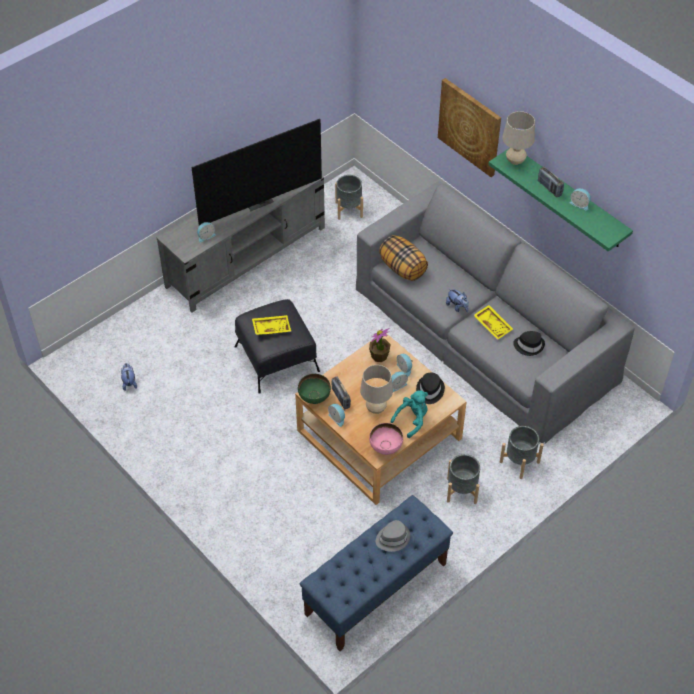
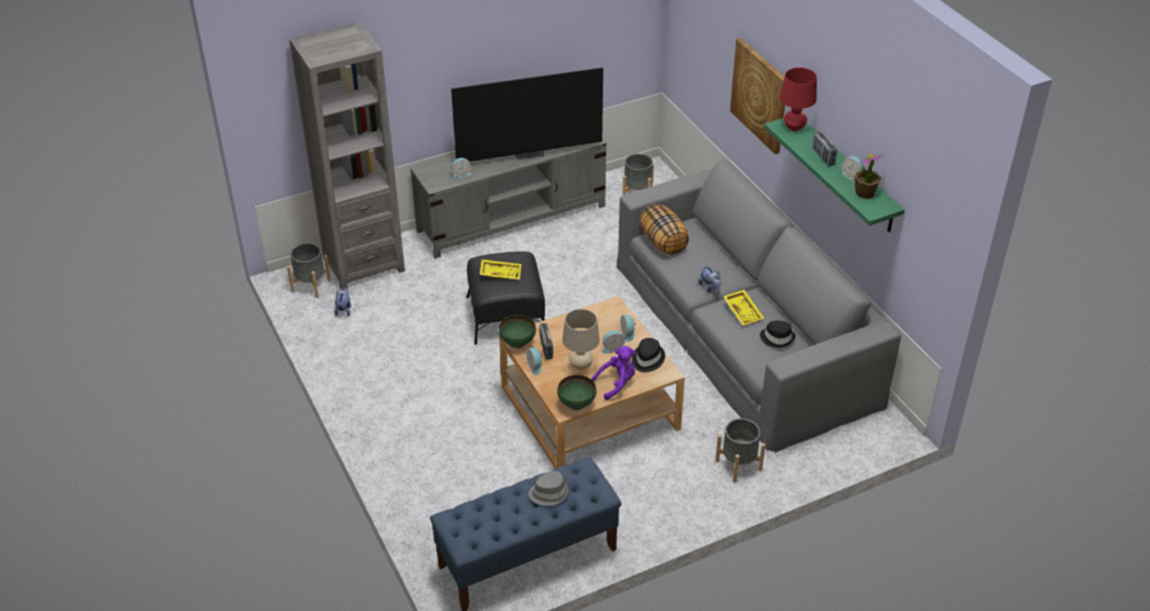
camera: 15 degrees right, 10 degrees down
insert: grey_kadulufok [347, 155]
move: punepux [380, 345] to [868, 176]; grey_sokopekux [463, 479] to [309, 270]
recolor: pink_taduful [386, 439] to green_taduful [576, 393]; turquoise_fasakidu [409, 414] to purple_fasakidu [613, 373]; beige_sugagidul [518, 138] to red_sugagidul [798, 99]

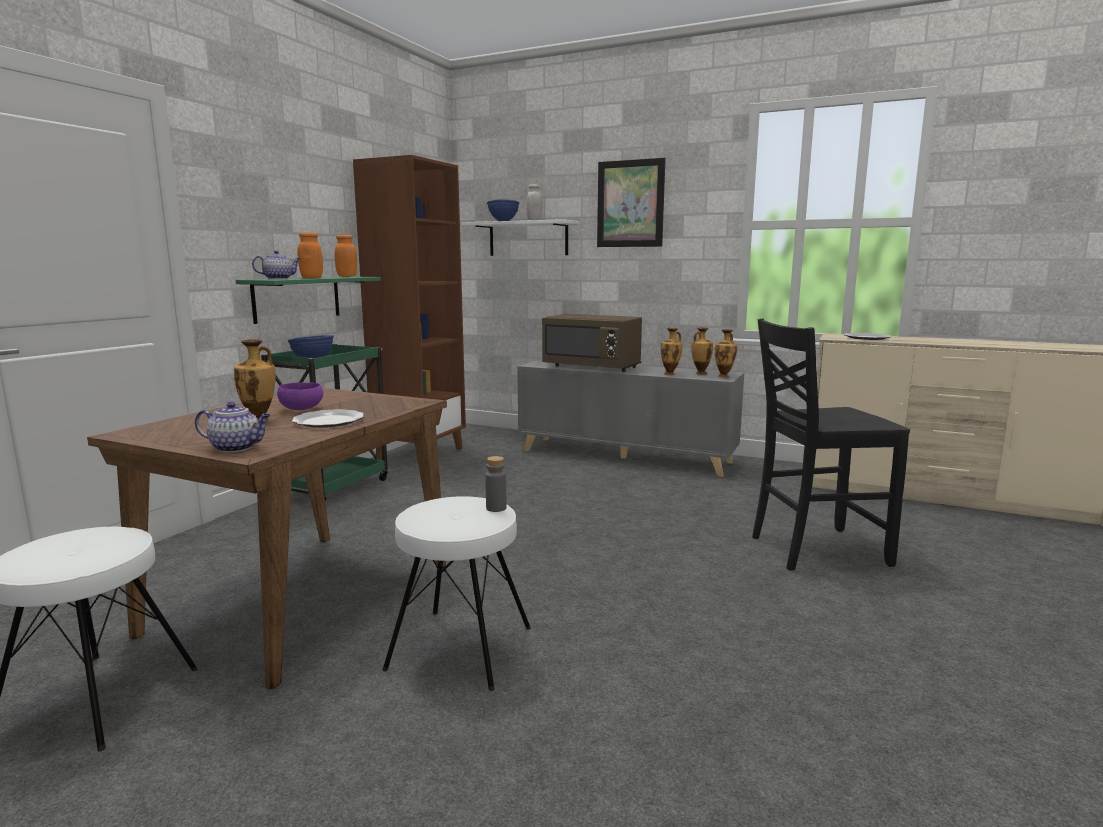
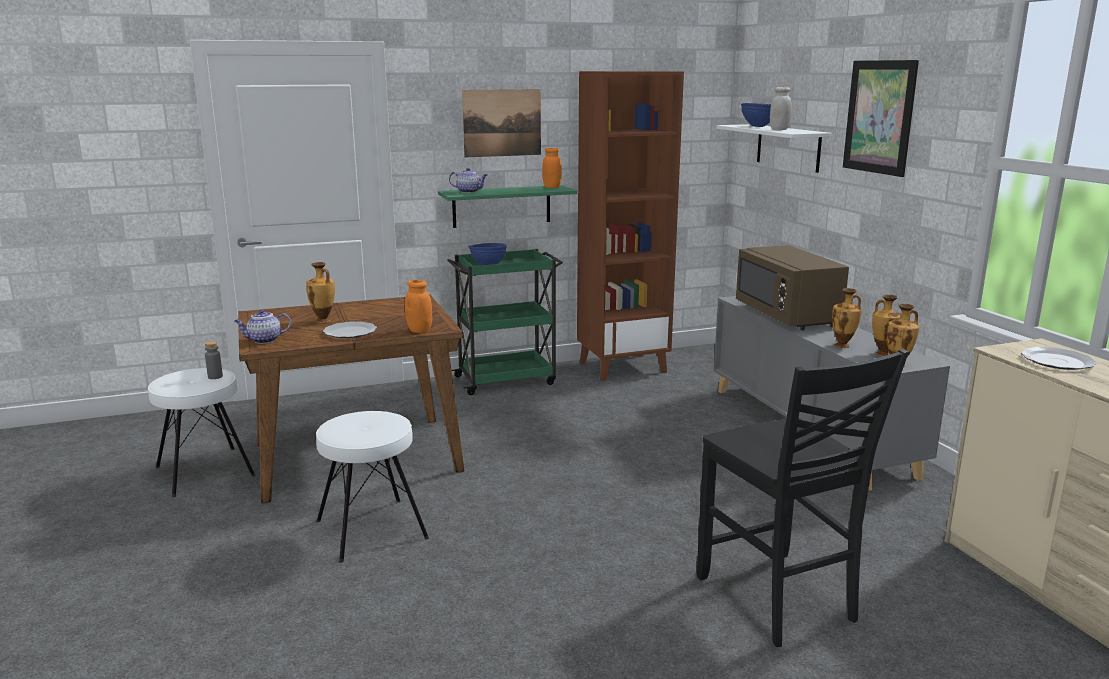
camera: 45 degrees right, 5 degrees up
delete: purple_taduful [300, 396]
insert: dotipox [501, 123]
move: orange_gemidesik [310, 255] to [418, 306]; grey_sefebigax [495, 484] to [214, 360]
rotate: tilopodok [233, 427] = [262, 327] 105 degrees clockwise; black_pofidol [831, 445] = [802, 498] 150 degrees counterclockwise

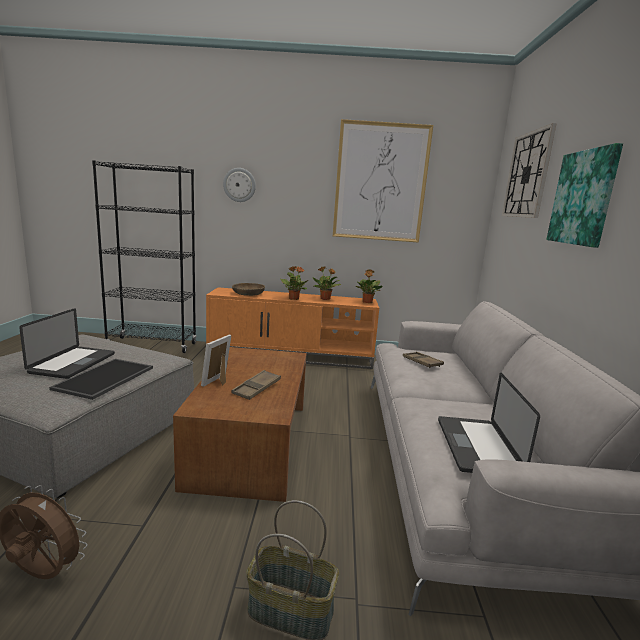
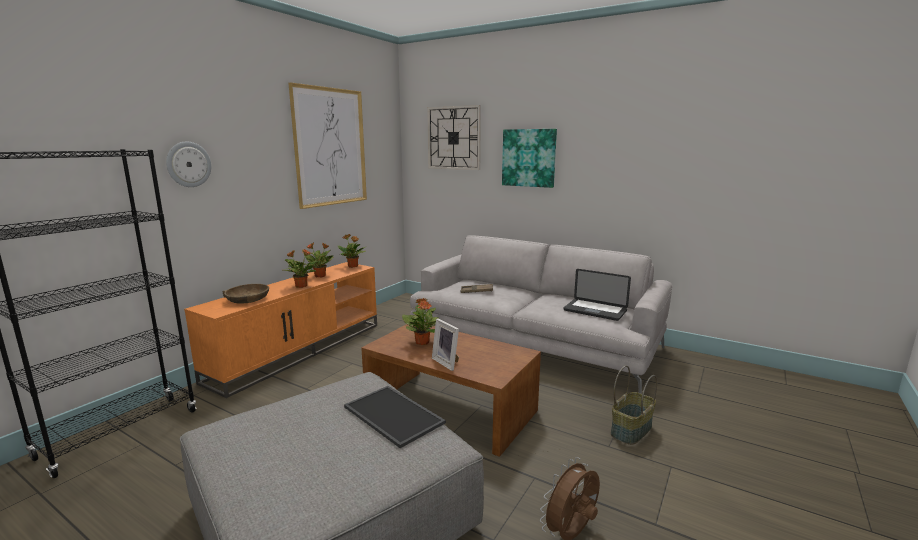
camera: 60 degrees left, 0 degrees up
delete: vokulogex [67, 343]; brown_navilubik [256, 385]
insert: punepux [420, 321]

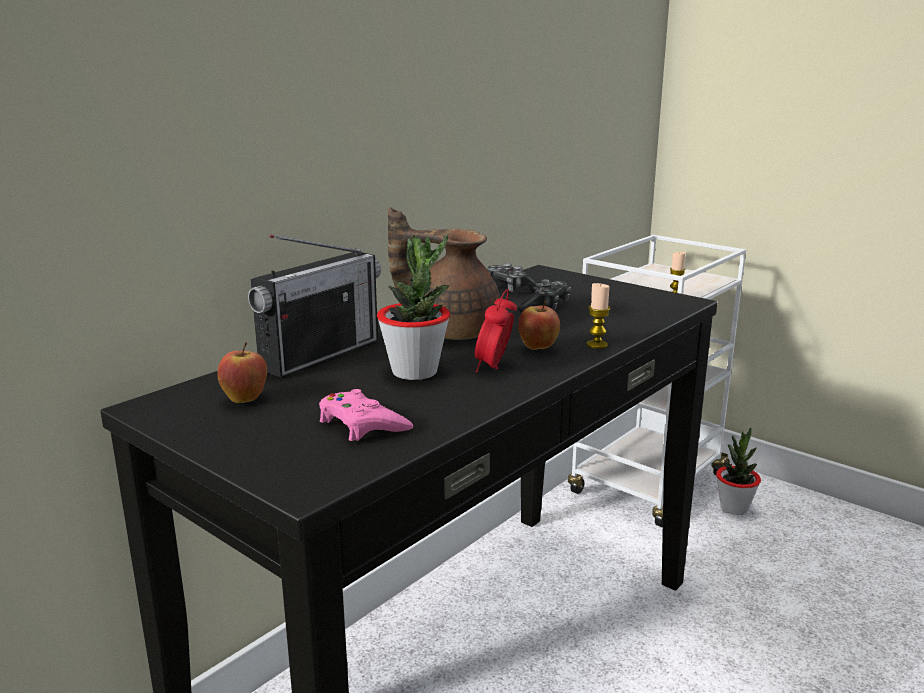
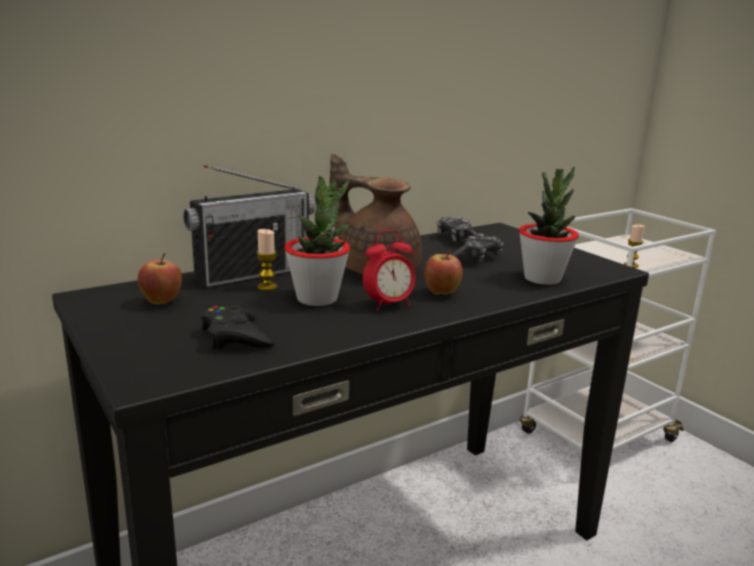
camera: 15 degrees right, 0 degrees up
move: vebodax [598, 316] to [266, 260]; punepux [738, 471] to [549, 226]
recolor: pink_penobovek [366, 415] to black_penobovek [237, 327]
rotate: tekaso [496, 330] = [389, 270] 150 degrees counterclockwise

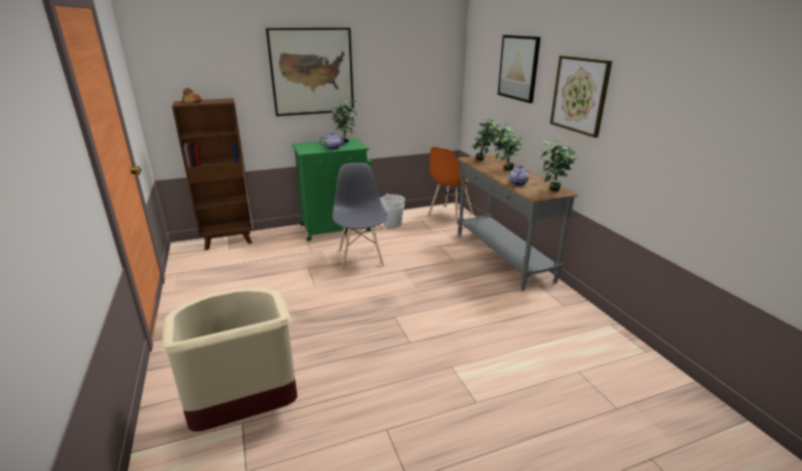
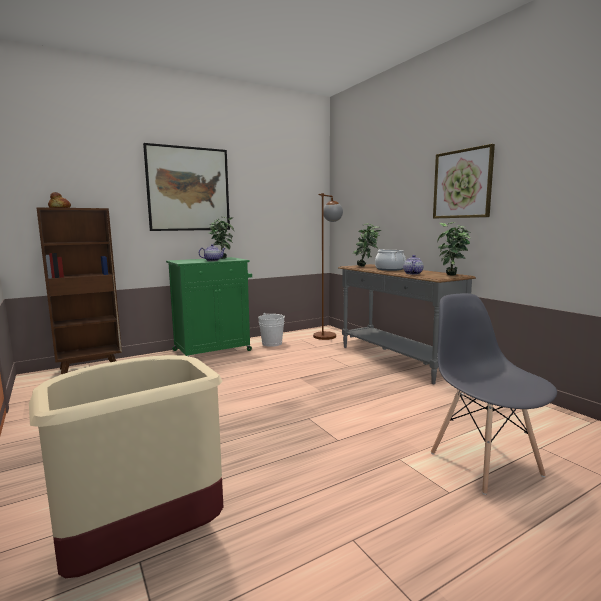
camera: 10 degrees left, 15 degrees down
delete: dotipox [519, 69]
move: grey_pofidol [359, 216] to [494, 394]
replace: orange_pofidol [450, 186] to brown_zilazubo [328, 266]; punepux [507, 146] to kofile [390, 260]

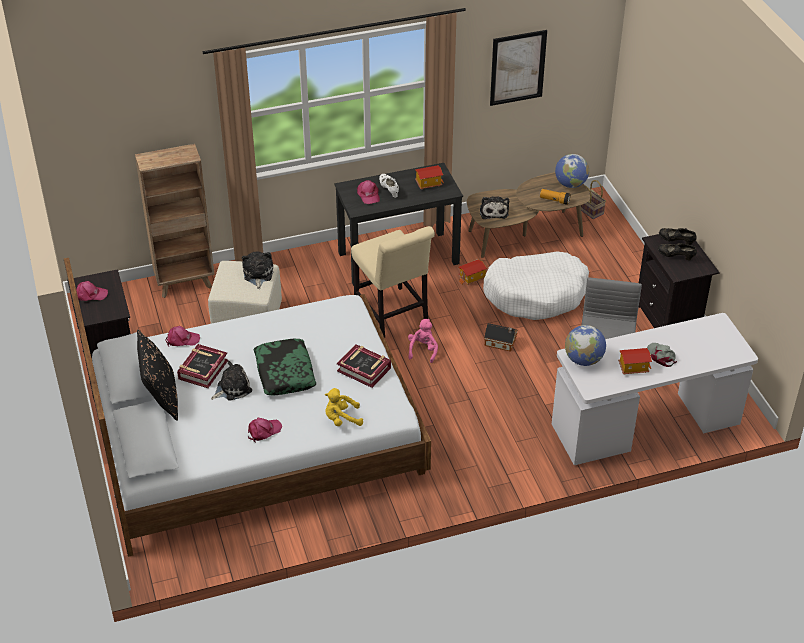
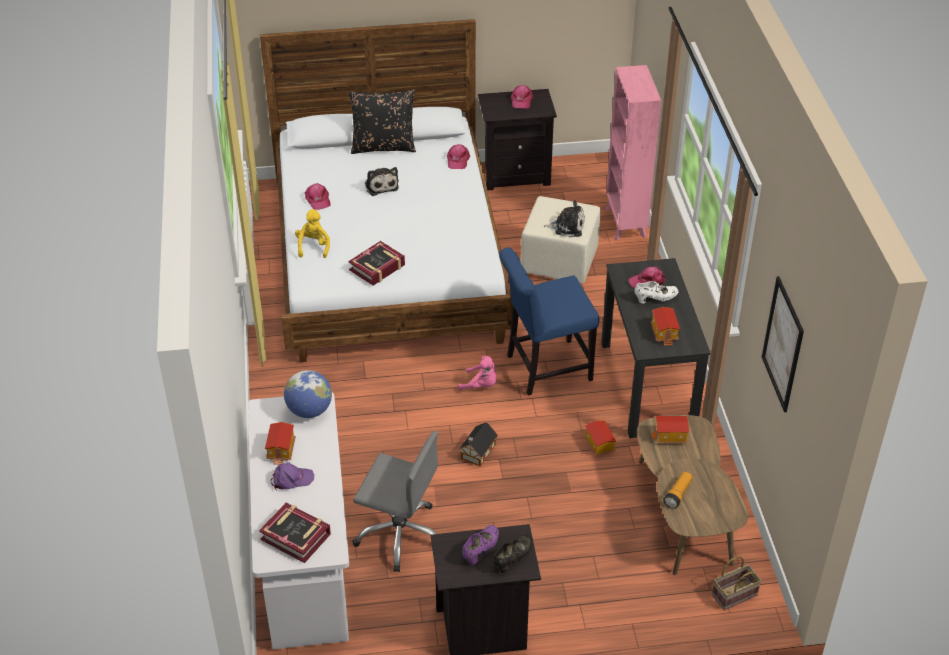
camera: 100 degrees right, 0 degrees up
delete: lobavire [284, 367]; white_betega [536, 286]; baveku [572, 171]
move: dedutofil [202, 366] to [295, 533]
replace: fasakidu [494, 207] to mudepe [670, 430]
recolor: brown_kadulufok [175, 221] to pink_kadulufok [633, 152]; beige_pofidol [393, 282] to blue_pofidol [549, 321]; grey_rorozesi [662, 355] to purple_rorozesi [292, 476]; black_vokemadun [677, 251] to purple_vokemadun [480, 545]

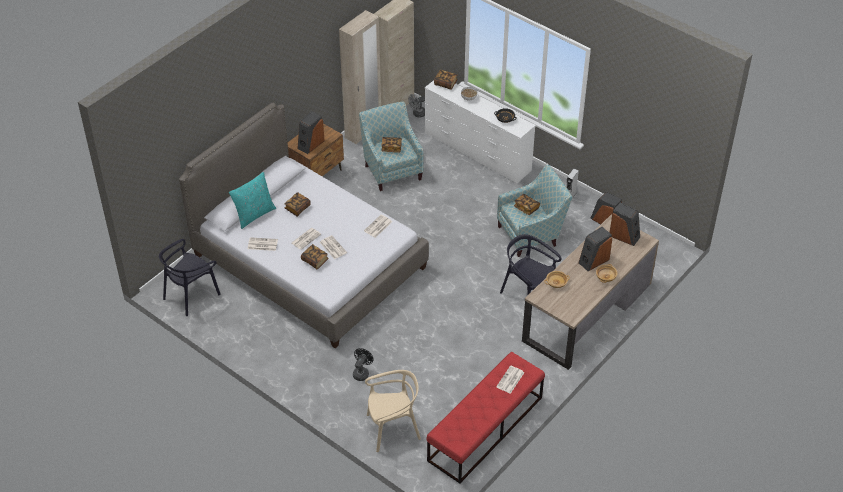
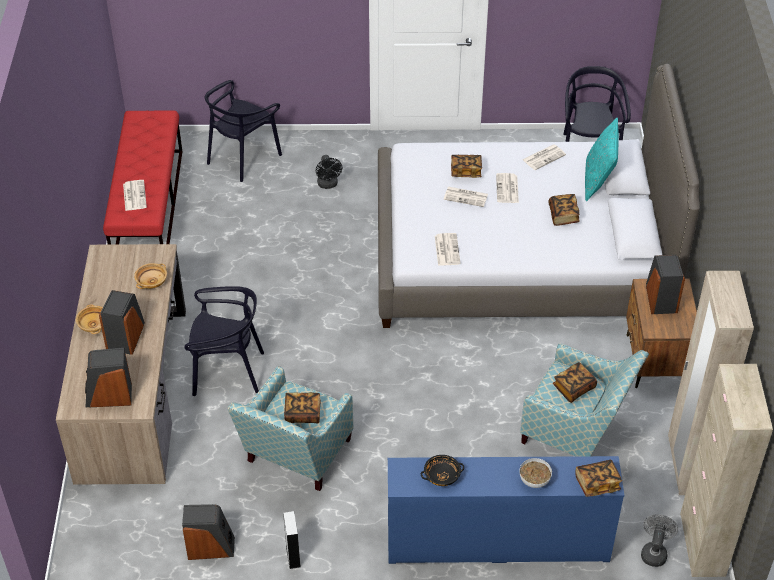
camera: 140 degrees right, 0 degrees up
recolor: beige_pofidol [393, 411] to black_pofidol [243, 131]; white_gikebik [480, 131] to blue_gikebik [506, 510]

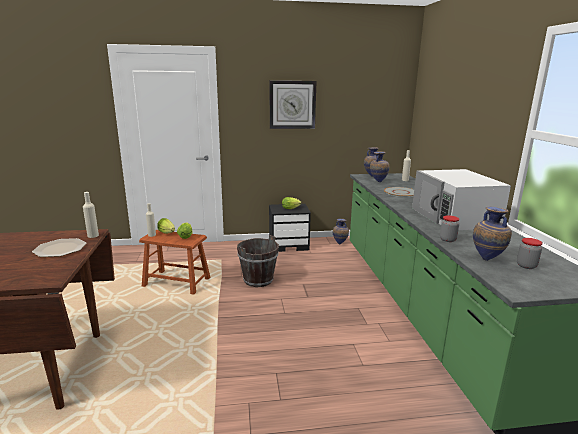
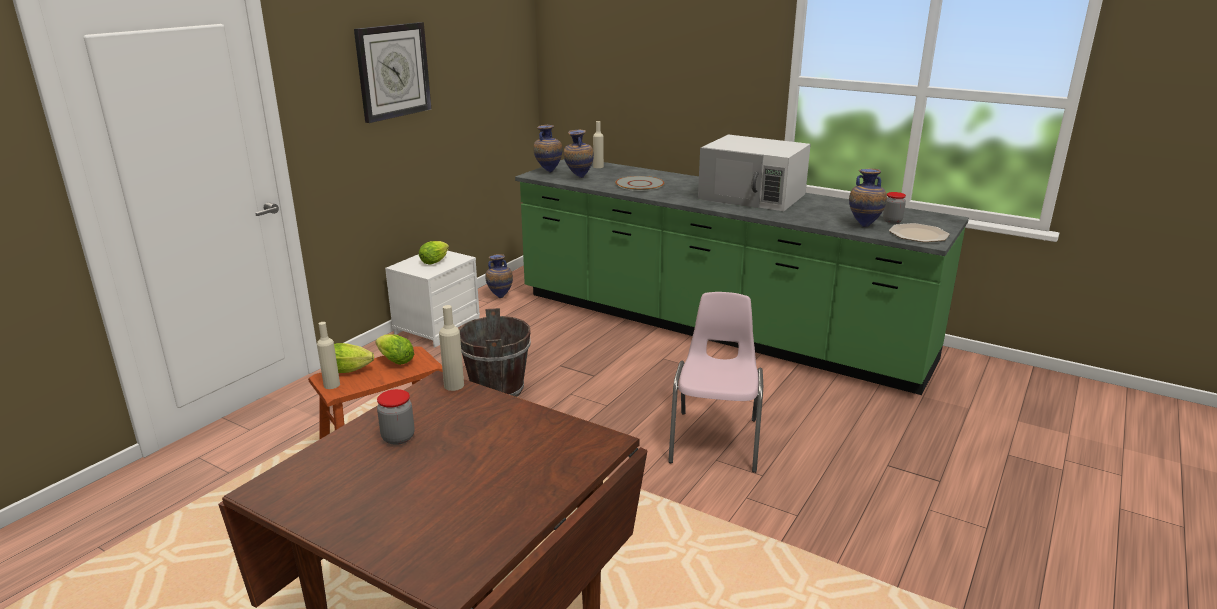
camera: 50 degrees left, 5 degrees up
insert: pink_pofidol [715, 382]
move: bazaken [59, 247] to [919, 232]; gemidesik [449, 228] to [396, 417]
recolor: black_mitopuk [290, 228] to white_mitopuk [432, 299]

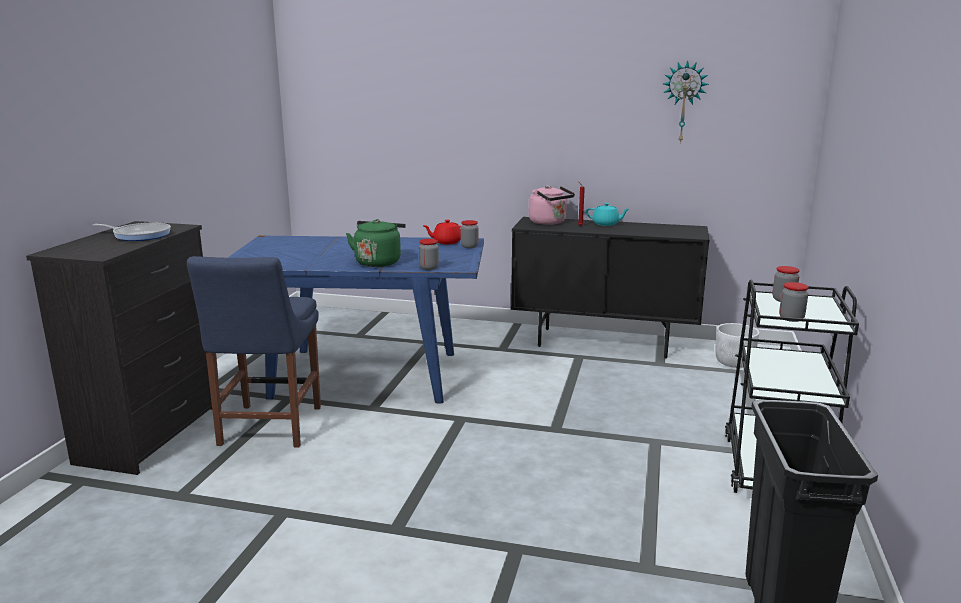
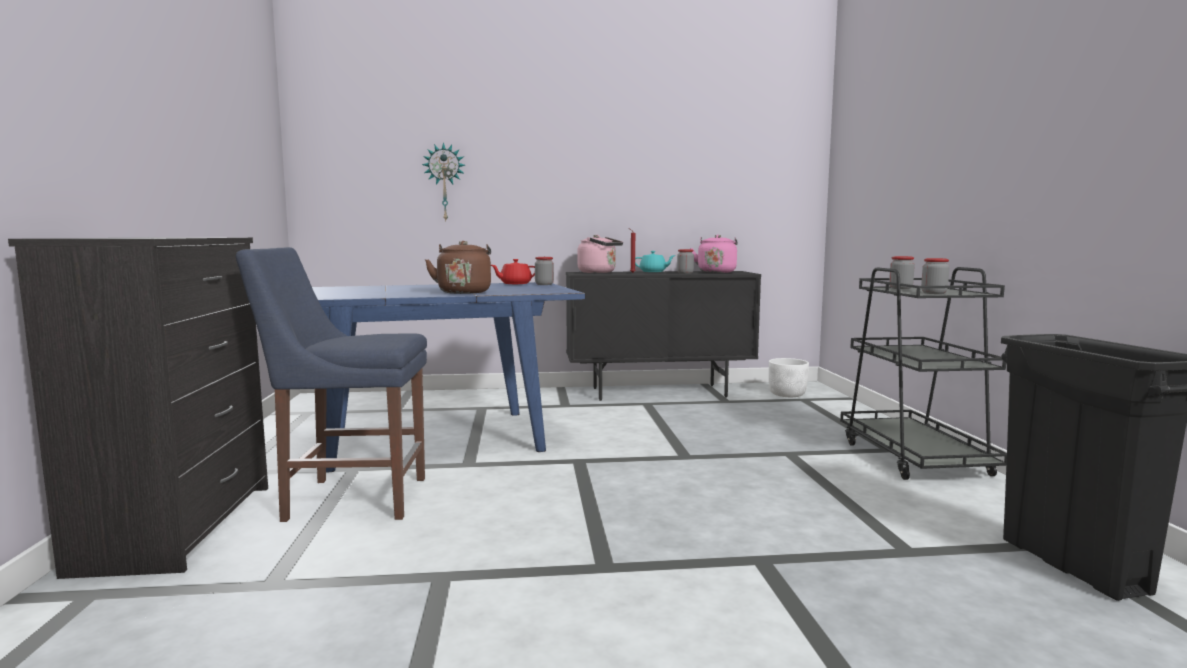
camera: 20 degrees left, 10 degrees down
delete: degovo [132, 232]
insert: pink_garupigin [714, 254]
move: gemidesik [429, 254] to [685, 261]; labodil [686, 102] to [443, 181]
recolor: green_garupigin [376, 243] to brown_garupigin [458, 267]
rotate: blue_pofidol [254, 351] = [331, 384] 105 degrees clockwise

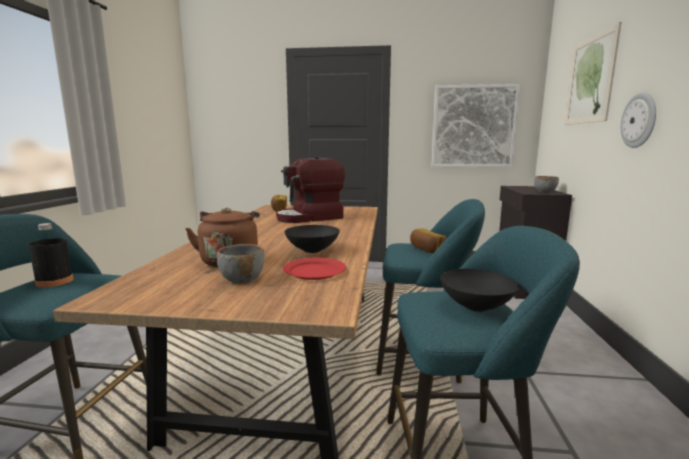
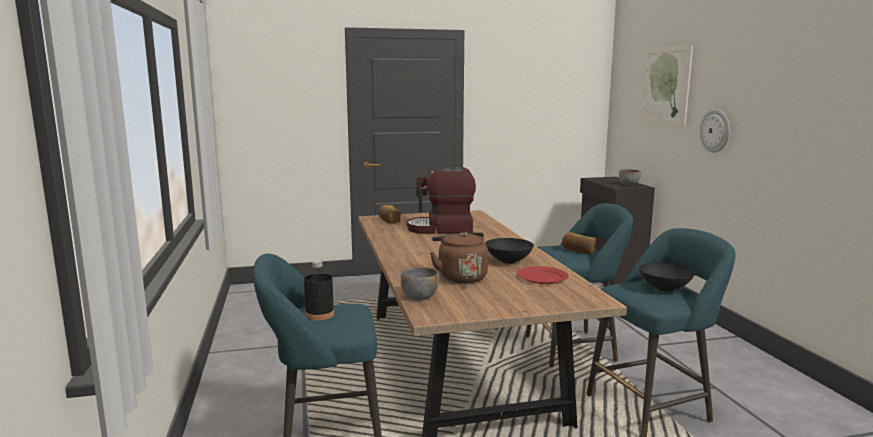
camera: 20 degrees left, 0 degrees up
delete: dotipox [475, 126]
move: grey_taduful [241, 264] to [420, 284]
rotate: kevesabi [310, 190] = [441, 200] 45 degrees clockwise

